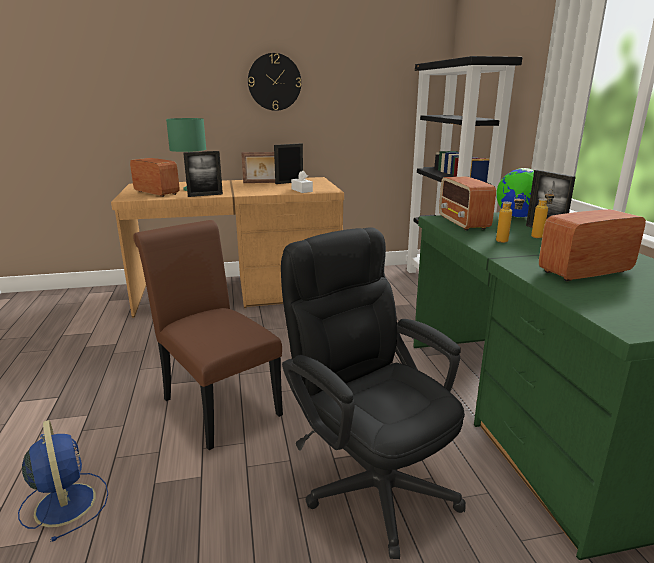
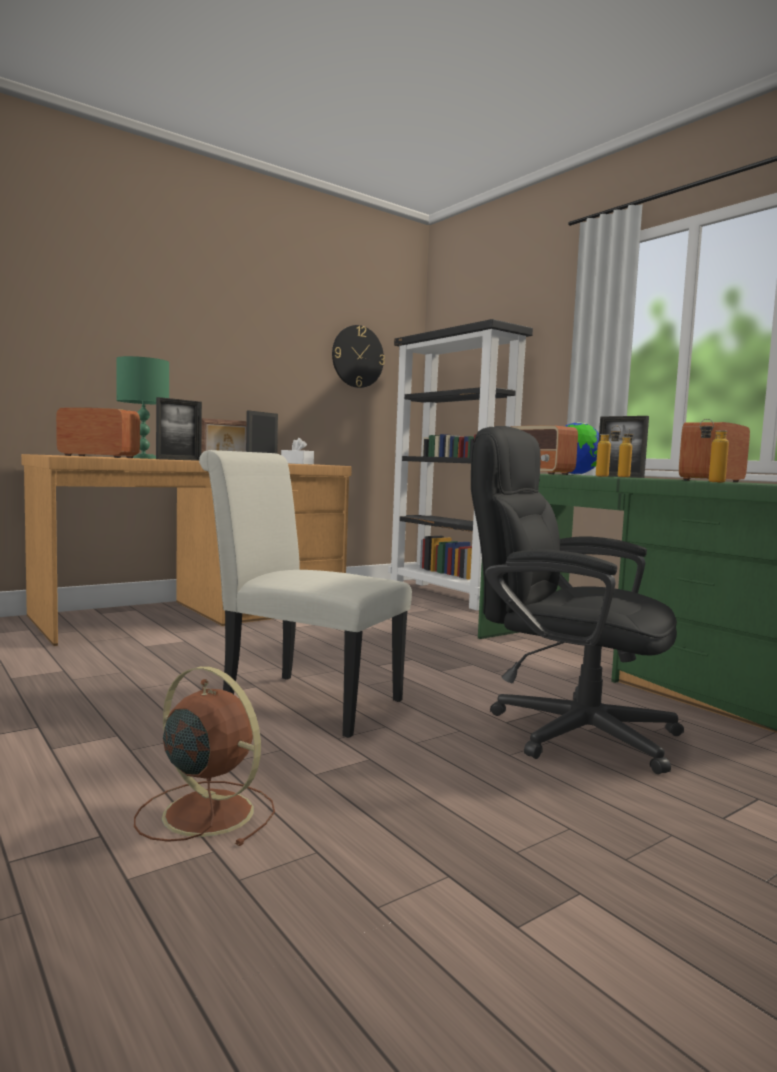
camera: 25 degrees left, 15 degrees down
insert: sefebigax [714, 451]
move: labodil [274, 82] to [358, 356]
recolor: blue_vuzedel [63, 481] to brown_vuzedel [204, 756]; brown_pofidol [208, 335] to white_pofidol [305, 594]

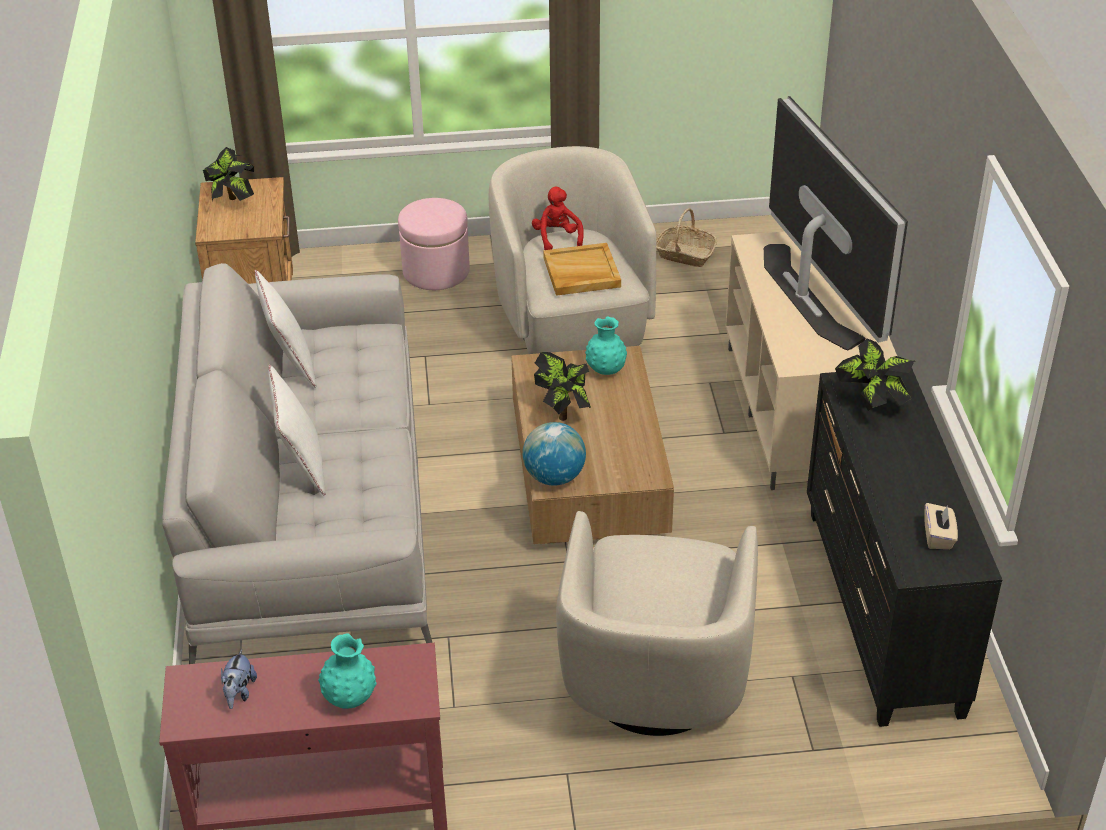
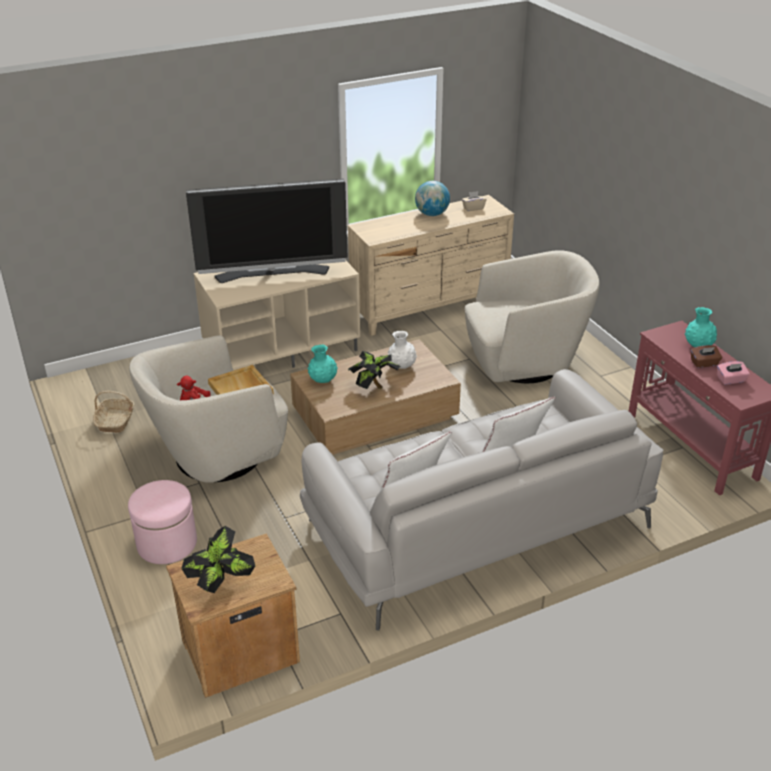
camera: 110 degrees left, 5 degrees down
delete: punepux [875, 374]
insert: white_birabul [402, 350]; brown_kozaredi [706, 356]
move: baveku [554, 453] to [432, 198]
replace: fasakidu [239, 679] to pink_kozaredi [733, 373]
recolor: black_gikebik [904, 547] to beige_gikebik [431, 265]
rotate: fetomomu [836, 223] = [266, 231] 150 degrees counterclockwise

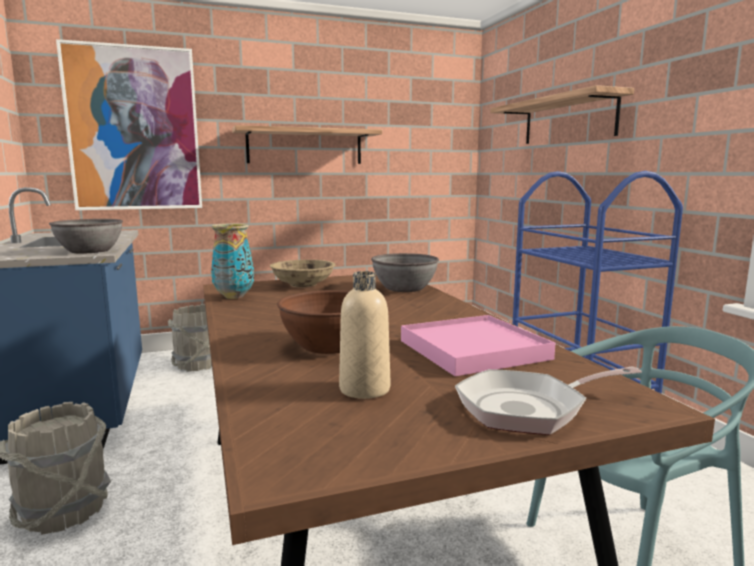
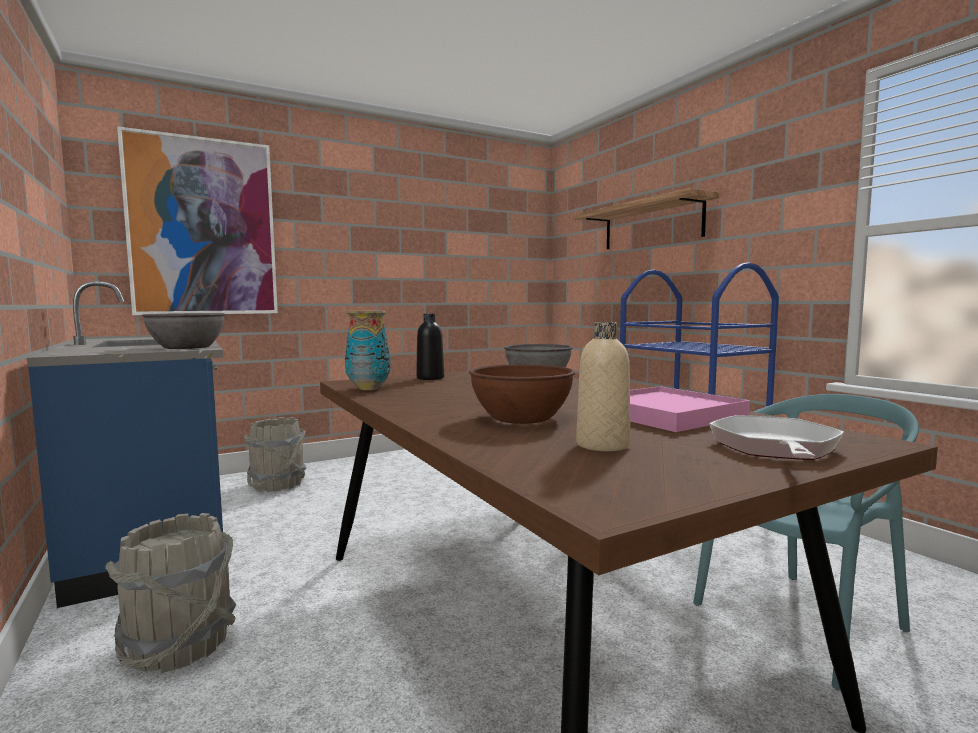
camera: 10 degrees left, 5 degrees down
delete: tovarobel [307, 144]
replace: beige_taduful [303, 273] to black_sefebigax [430, 347]
rotate: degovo [548, 400] = [776, 437] 135 degrees clockwise

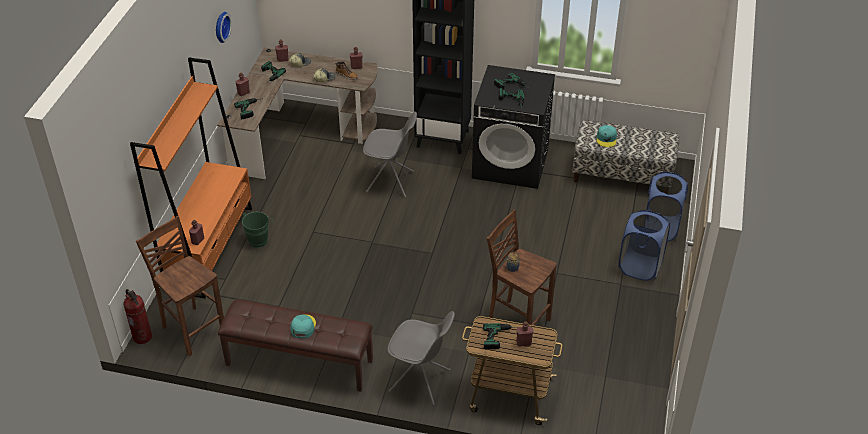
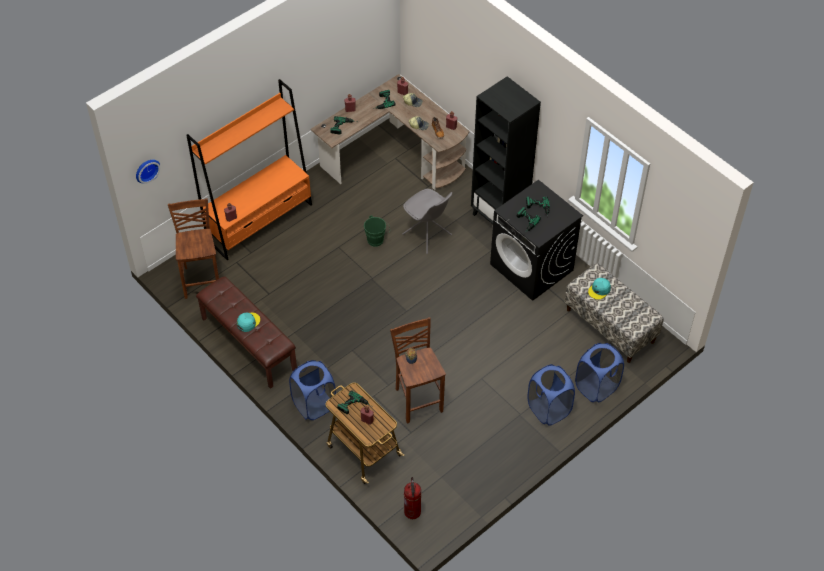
camera: 35 degrees right, 10 degrees up
move: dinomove [138, 316] to [412, 498]; labodil [224, 27] to [148, 172]; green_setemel [258, 230] to [377, 231]
replace: grey_pofidol [421, 358] to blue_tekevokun [312, 390]

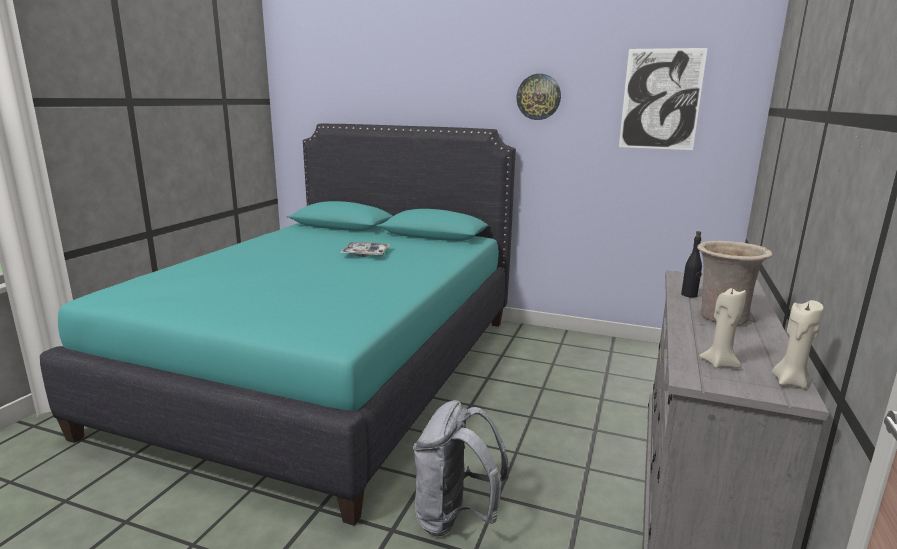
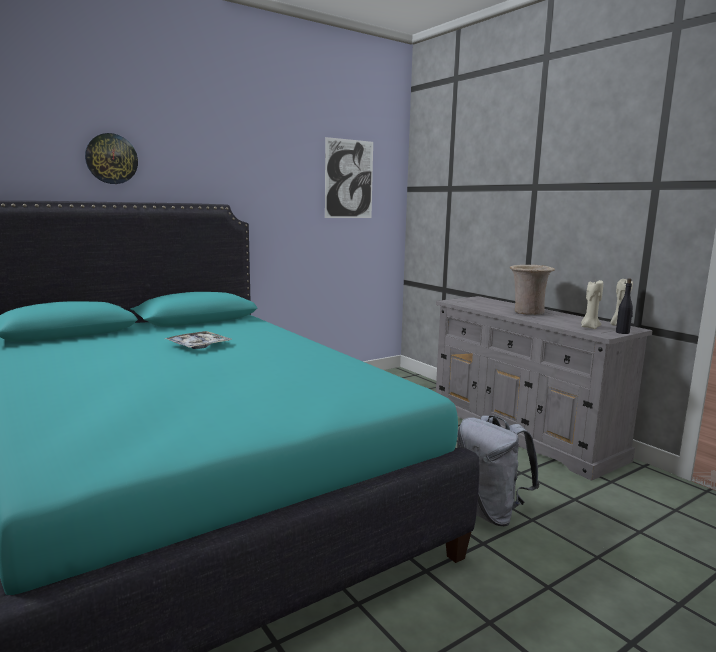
camera: 55 degrees left, 5 degrees down
move: labodil [539, 97] to [111, 158]; black_sefebigax [691, 264] to [624, 306]

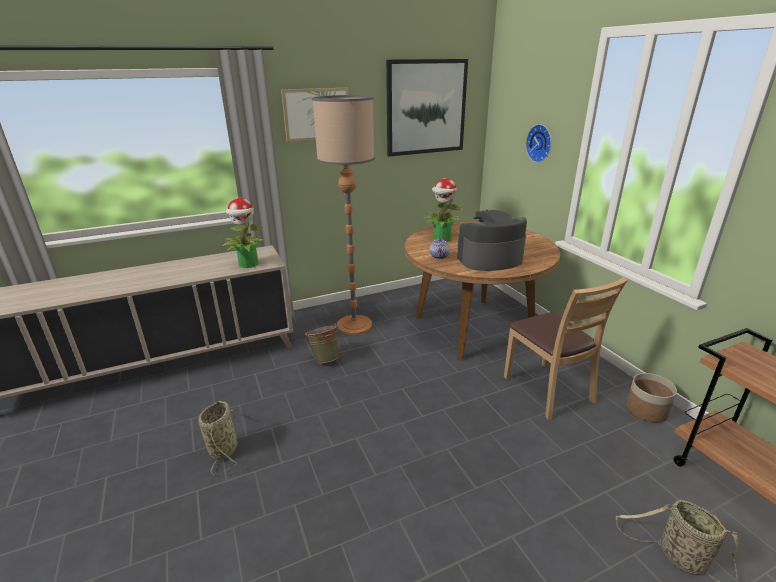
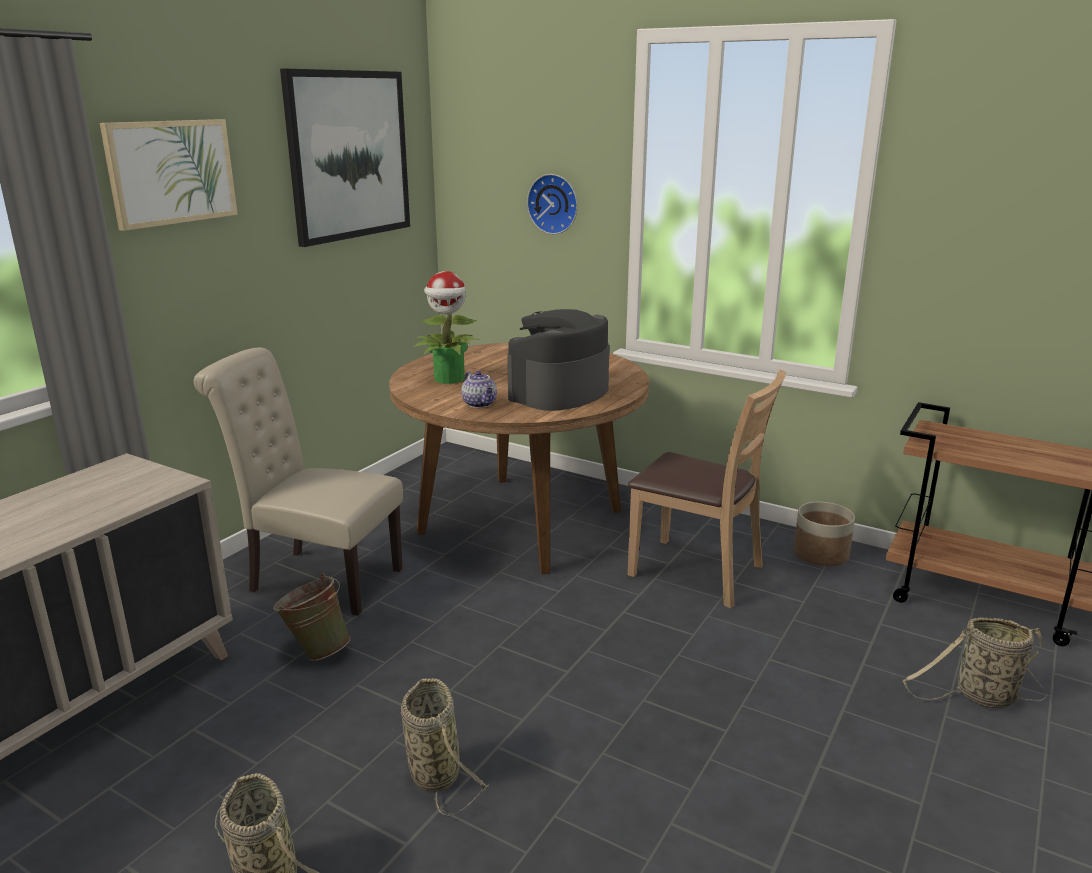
camera: 35 degrees left, 5 degrees down
delete: punepux [244, 233]
insert: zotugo [444, 747]
replace: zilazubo [343, 215] to beige_pofidol [298, 481]

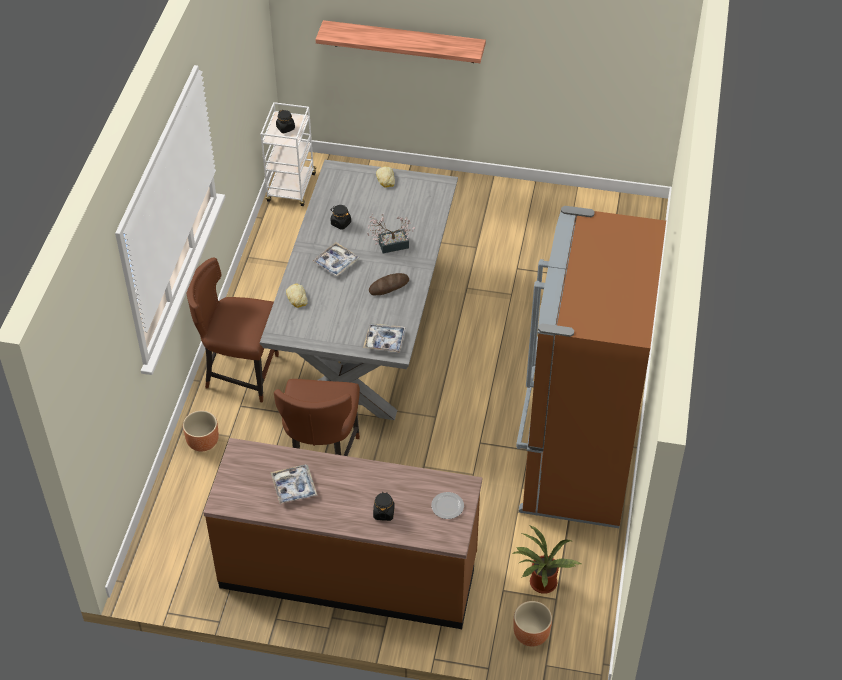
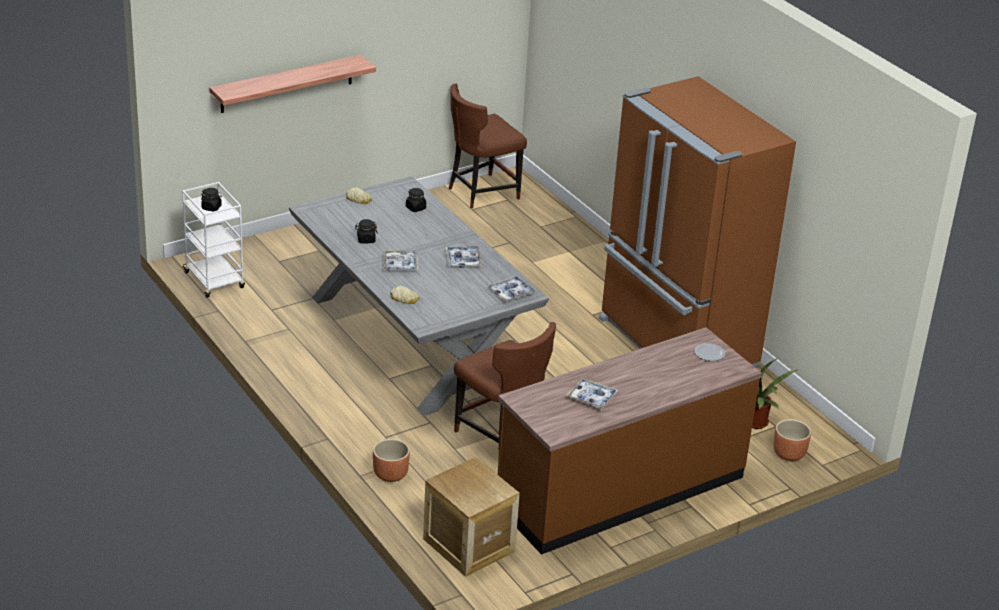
camera: 45 degrees left, 15 degrees down
delete: punepux [391, 233]
insert: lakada [471, 517]
move: brown_pofidol [232, 330] to [488, 146]; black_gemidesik [384, 506] to [416, 200]
replace: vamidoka [389, 284] to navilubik [464, 257]

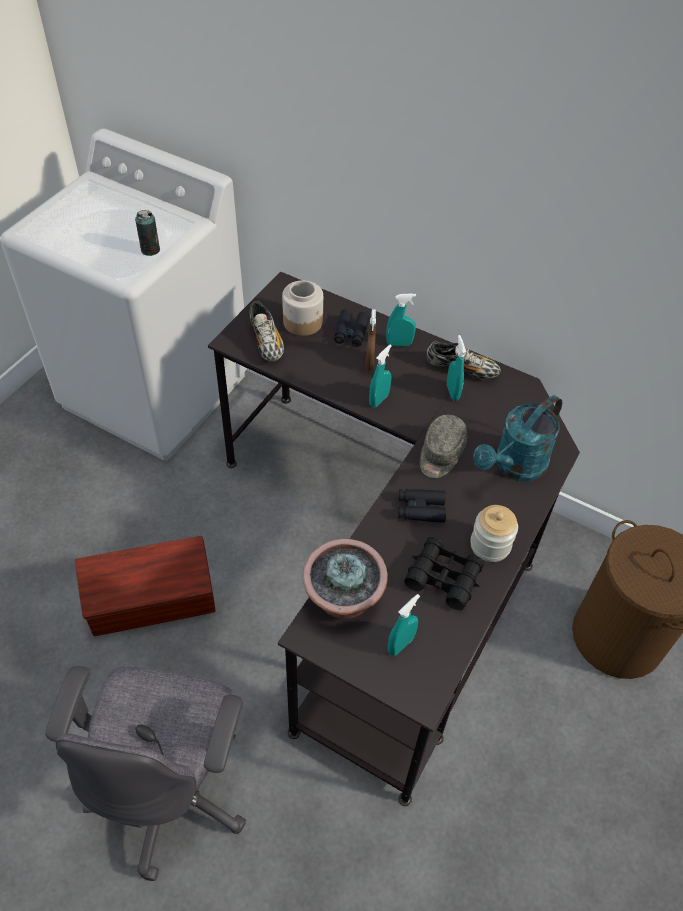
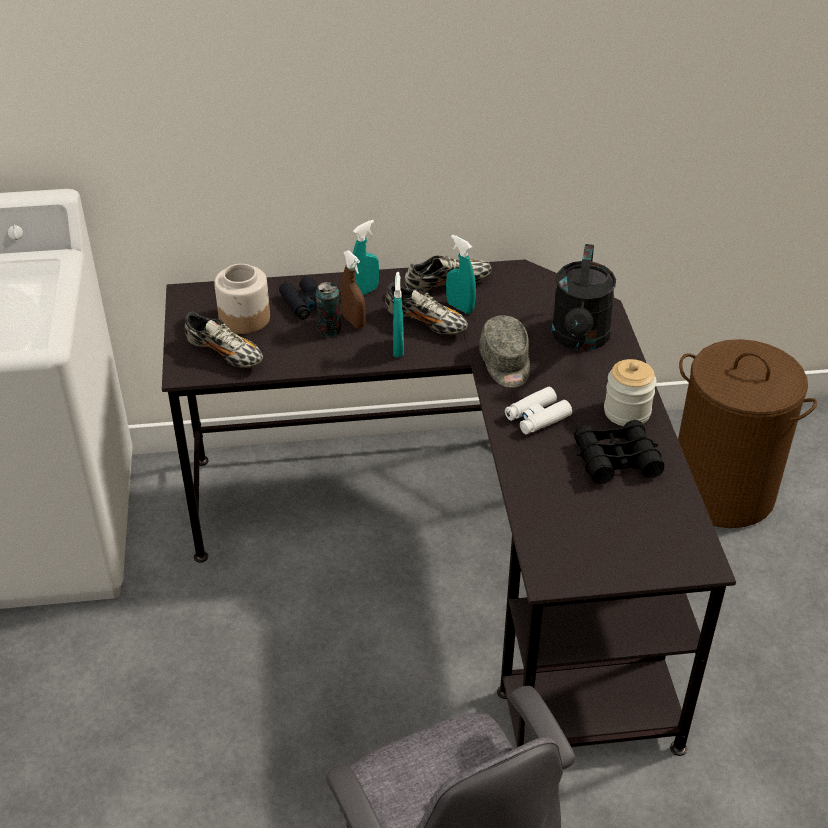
camera: 35 degrees left, 10 degrees down
delete: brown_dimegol [145, 586]; punepux [345, 579]; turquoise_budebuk [404, 625]
insert: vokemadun [426, 309]
move: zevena [147, 233] to [328, 309]
recolor: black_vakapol [422, 506] to white_vakapol [538, 411]; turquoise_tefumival [518, 438] to black_tefumival [583, 297]

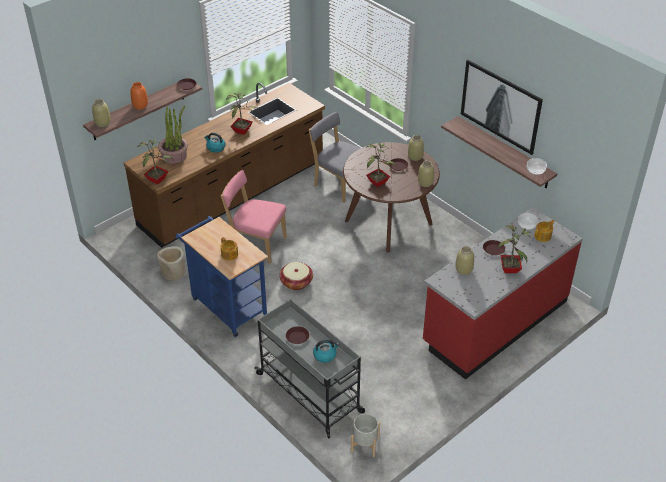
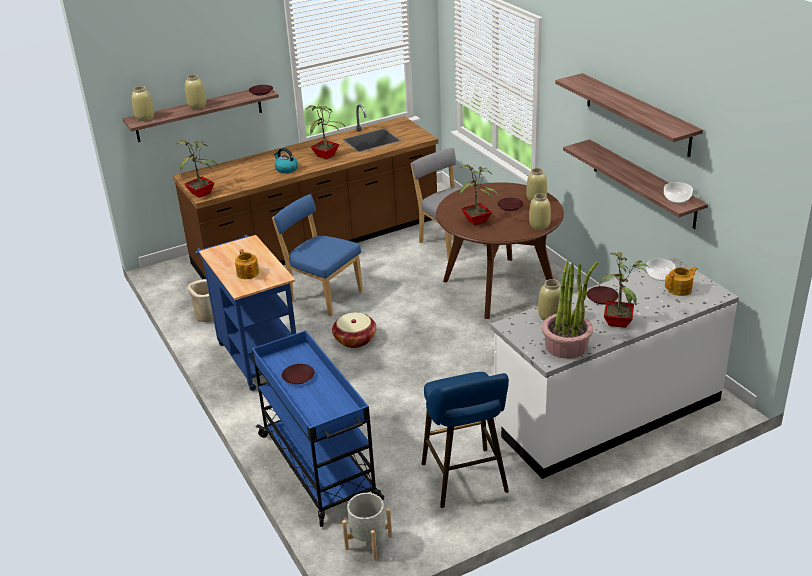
camera: 15 degrees right, 10 degrees down
delete: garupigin [326, 351]
insert: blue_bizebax [465, 440]
move: punepux [173, 135] to [570, 309]
replace: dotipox [502, 107] to tovarobel [629, 115]
recolor: orange_birabul [139, 96] to beige_birabul [196, 91]; pink_pofidol [254, 217] to blue_pofidol [317, 255]; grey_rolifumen [309, 369] to blue_rolifumen [318, 428]; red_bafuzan [503, 294] to white_bafuzan [614, 368]

